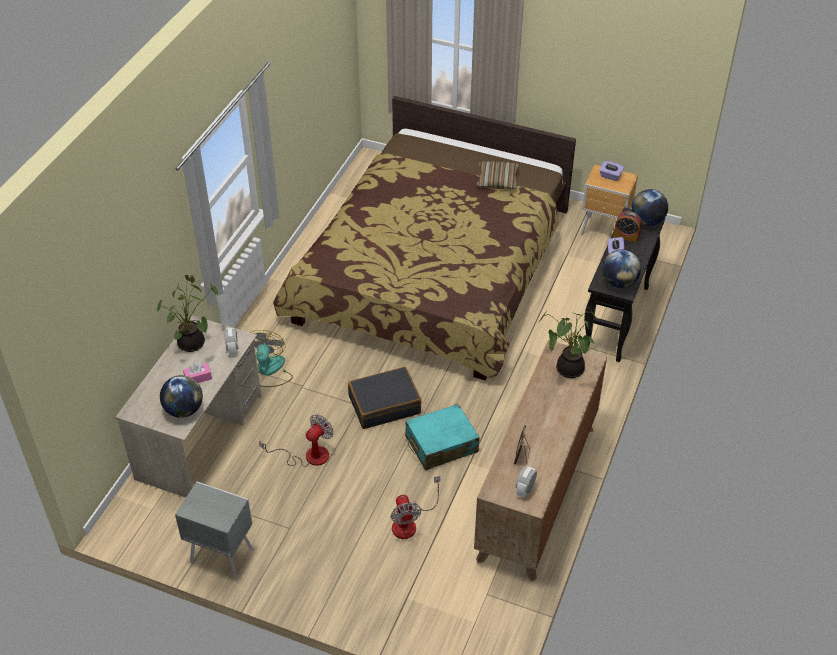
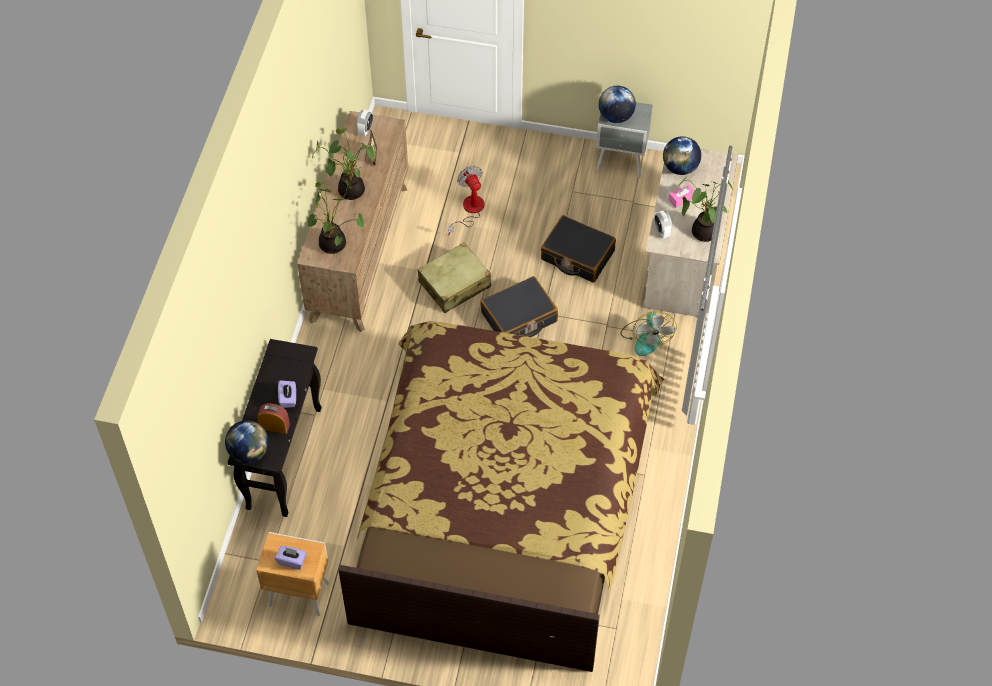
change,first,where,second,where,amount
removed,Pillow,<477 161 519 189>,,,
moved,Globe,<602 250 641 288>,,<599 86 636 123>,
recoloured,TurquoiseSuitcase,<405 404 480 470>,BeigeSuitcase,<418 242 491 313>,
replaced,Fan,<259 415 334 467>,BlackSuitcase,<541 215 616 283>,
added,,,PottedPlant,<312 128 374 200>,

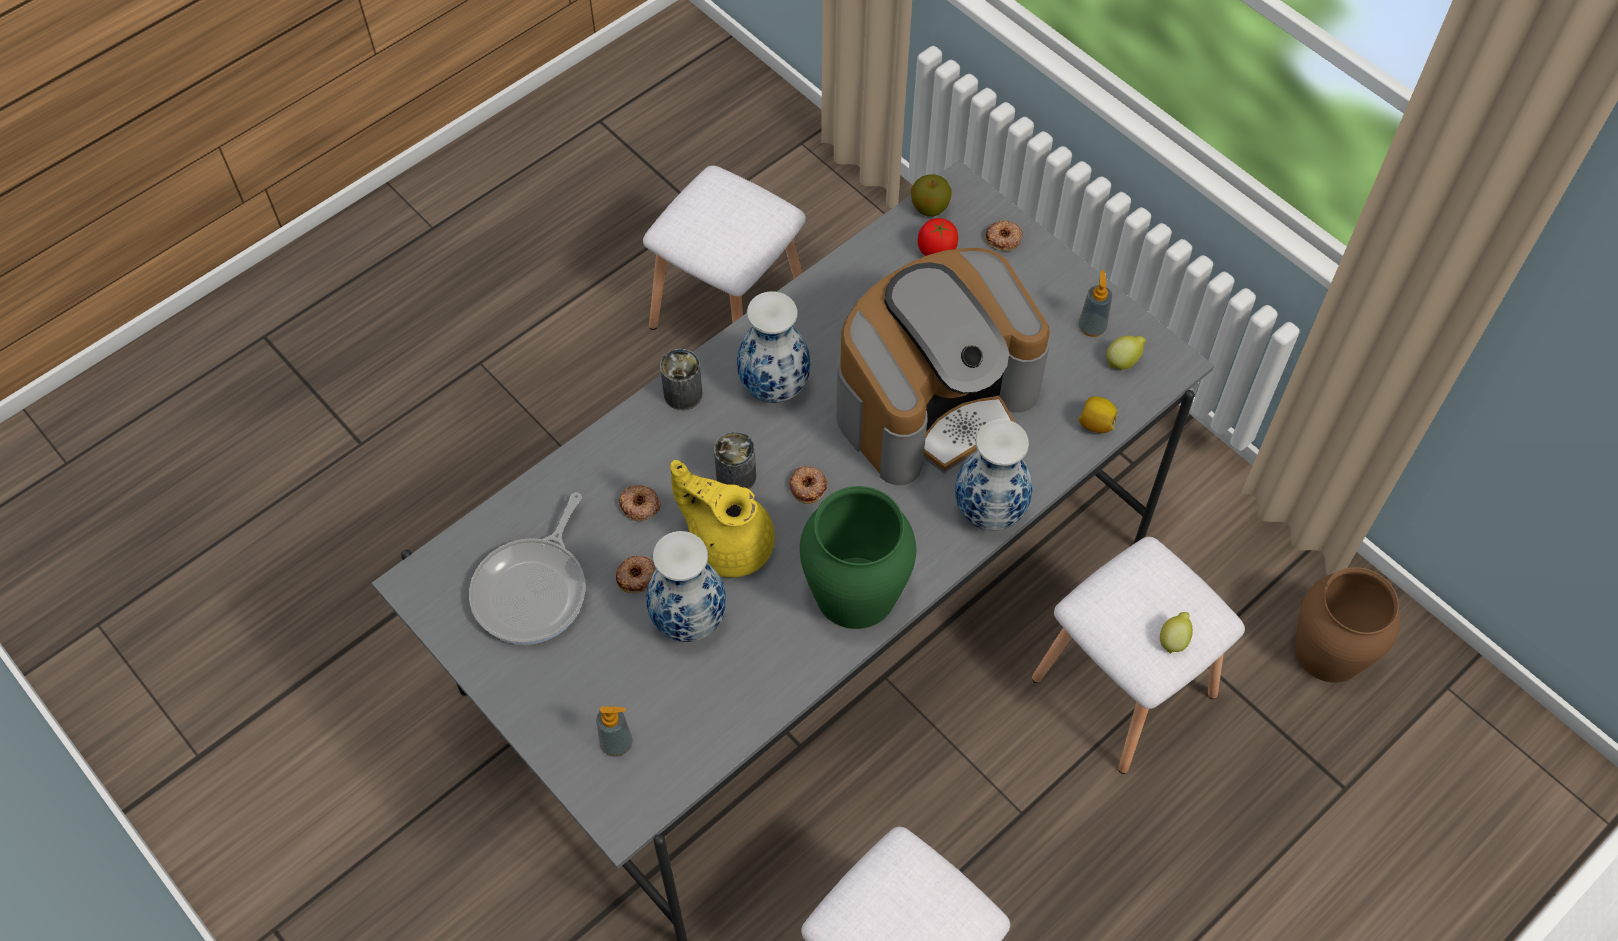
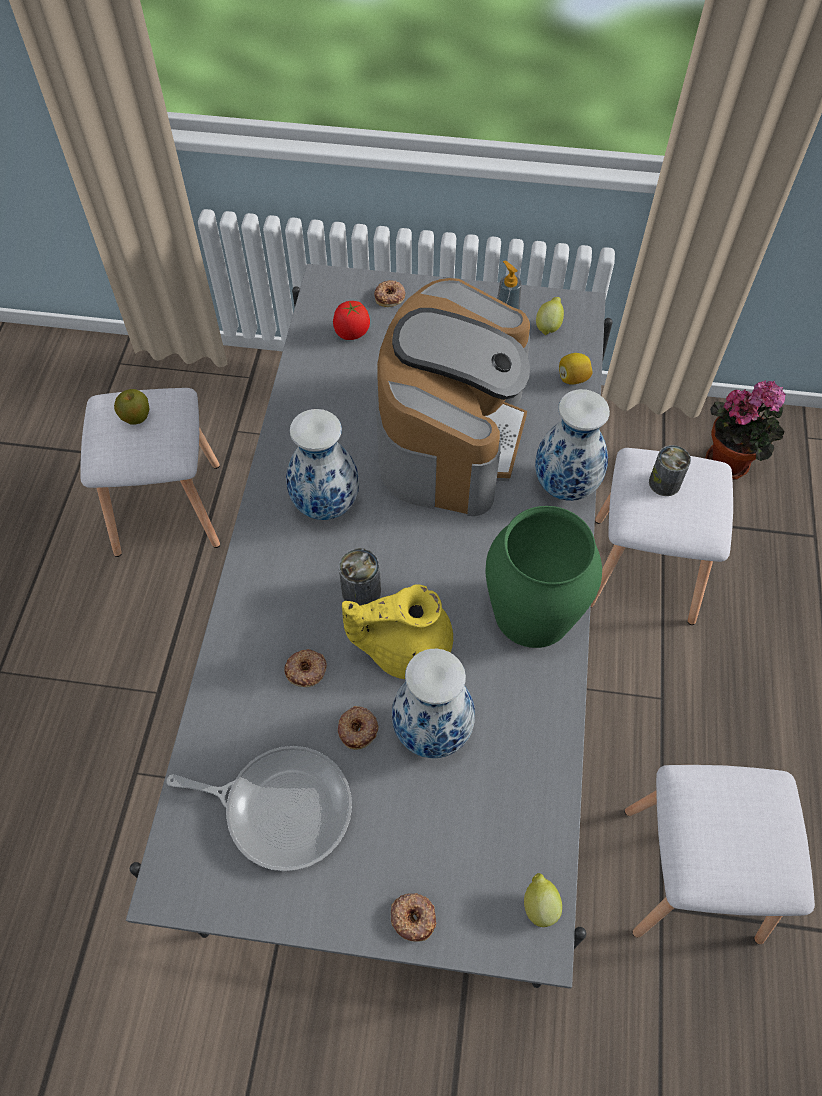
change,first,where,second,where,amount
moved,Apple,<911 174 952 217>,,<114 389 150 425>,
moved,Can,<660 349 703 410>,,<649 445 691 496>,
moved,Donut,<789 466 827 504>,,<391 893 436 941>,
turned,FryingPan,<469 492 586 645>,,<166 746 352 871>,60 degrees counterclockwise
replaced,BrownVase,<1295 567 1400 683>,PottedPlant,<705 380 786 479>,
moved,Lemon,<1160 612 1193 654>,,<524 873 562 927>,
removed,SoapDispenser,<596 706 633 757>,,,

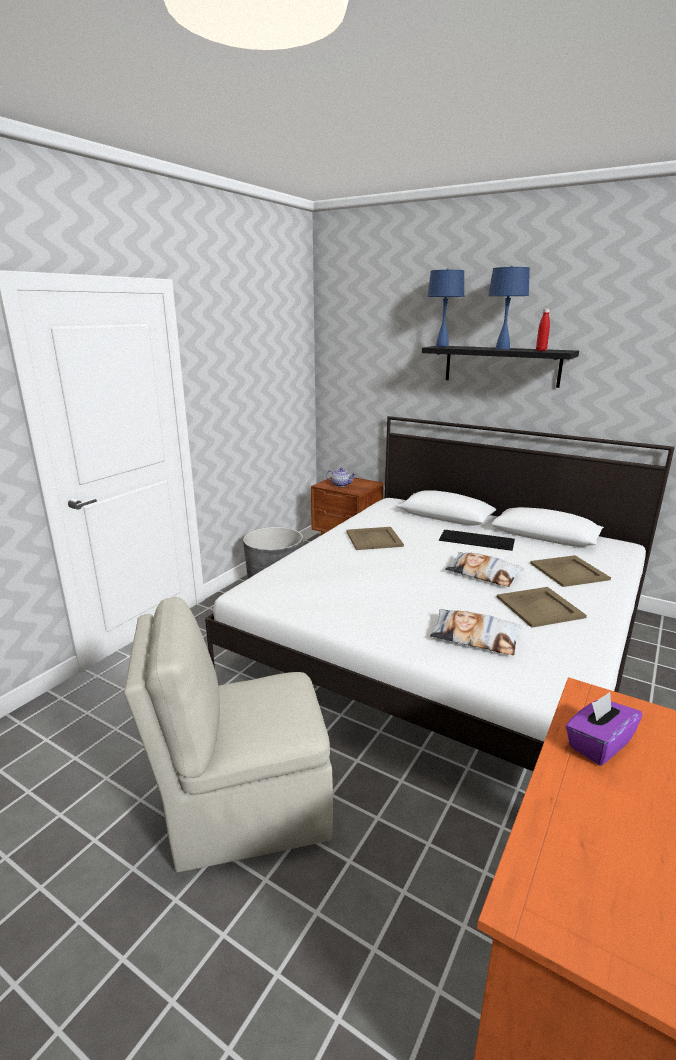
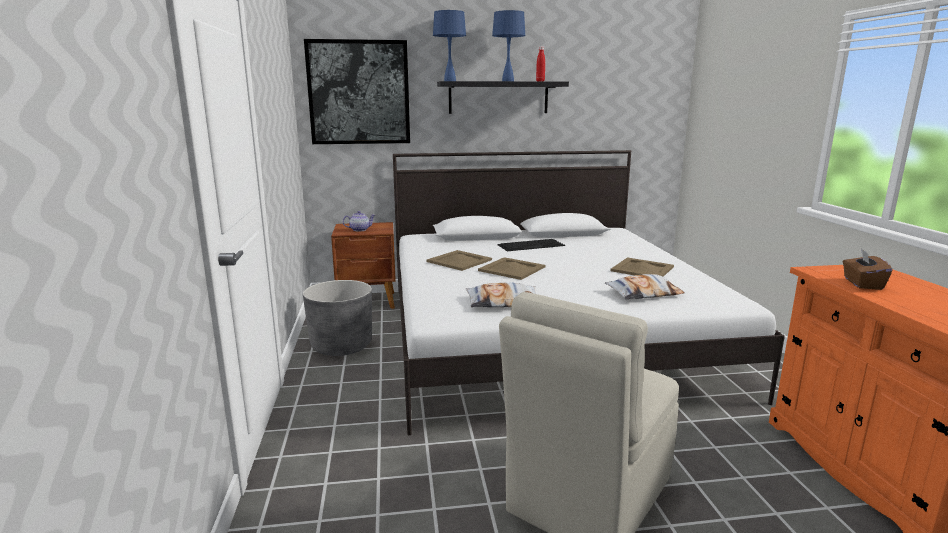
change,first,where,second,where,amount
moved,Pillow,<445 552 524 587>,,<465 282 536 307>,
moved,BeigeTray,<530 555 611 587>,,<478 257 546 280>,
recoloured,PurpleTissueBox,<565 692 642 766>,BrownTissueBox,<843 249 892 290>,
added,,,Picture,<304 39 410 144>,

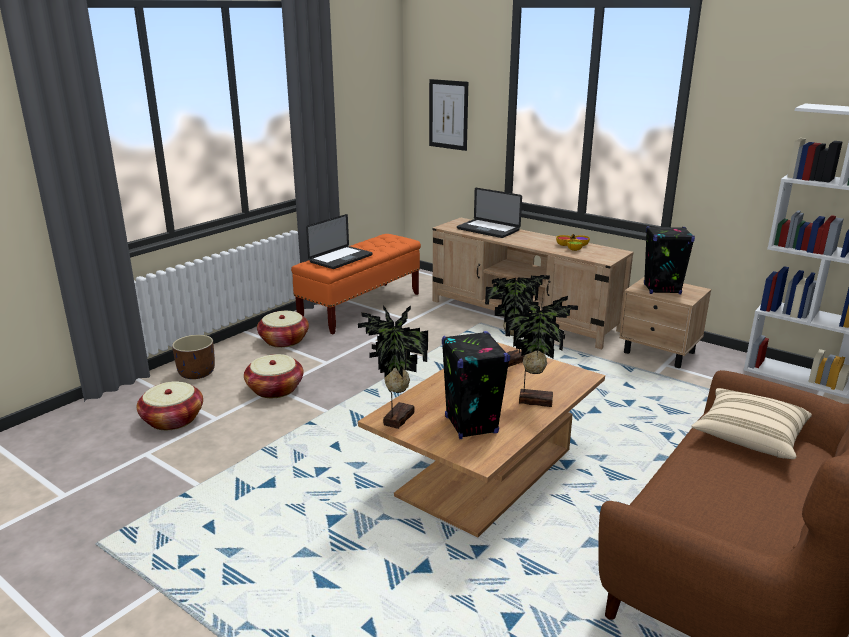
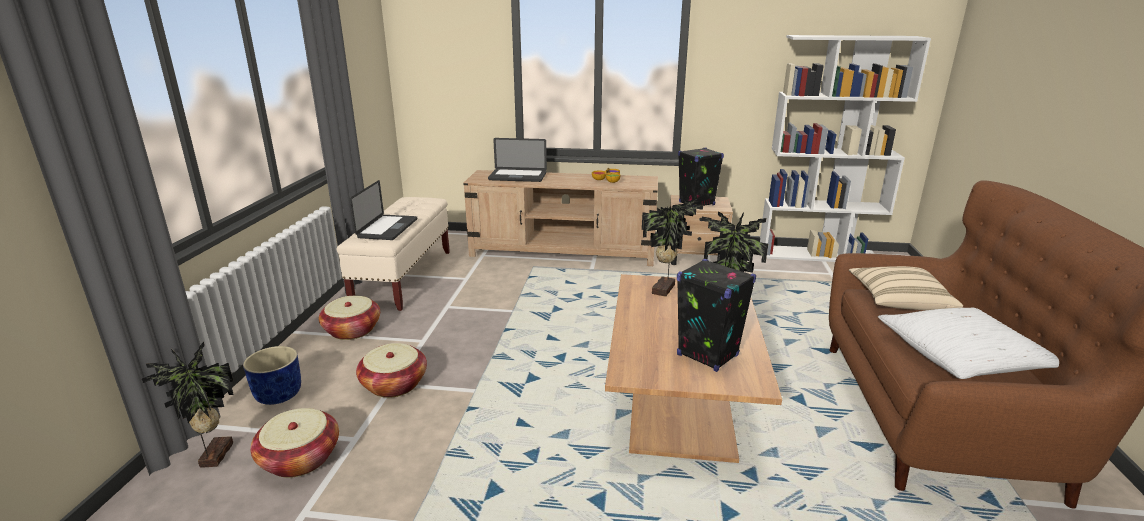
change,first,where,second,where,amount
removed,Picture,<429 79 468 151>,,,
recoloured,OrangeBench,<291 234 421 334>,BeigeBench,<337 197 450 311>,
moved,PottedPlant,<358 305 428 429>,,<142 342 234 468>,
recoloured,BrownPlanter,<172 335 215 379>,BluePlanter,<243 346 301 405>,
added,,,WhitePillow,<878 308 1059 379>,

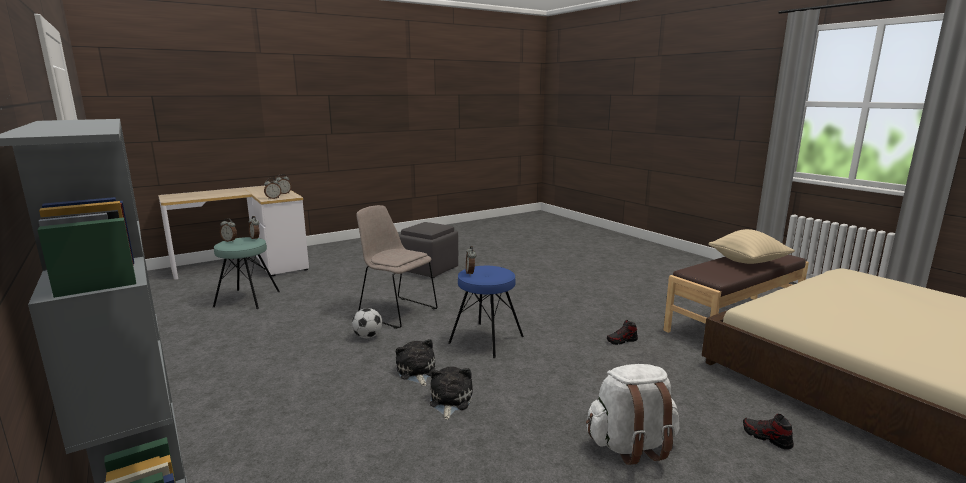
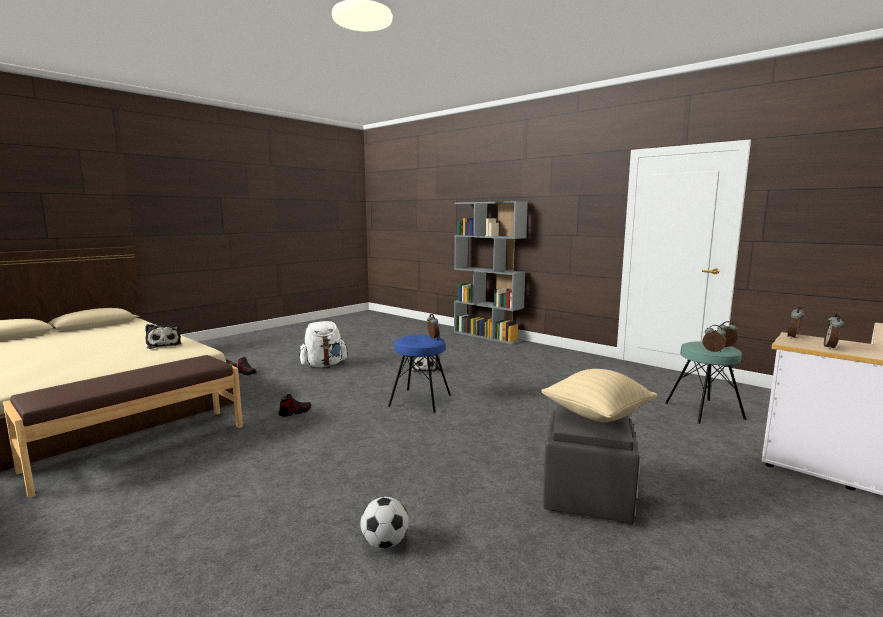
change,first,where,second,where,amount
removed,BeigeChair,<356 205 437 329>,,,
moved,BeigePillow,<708 229 795 264>,,<541 369 657 422>,
moved,Football,<352 308 382 338>,,<360 497 408 549>,
moved,PlushToy,<396 339 435 386>,,<145 324 181 349>,

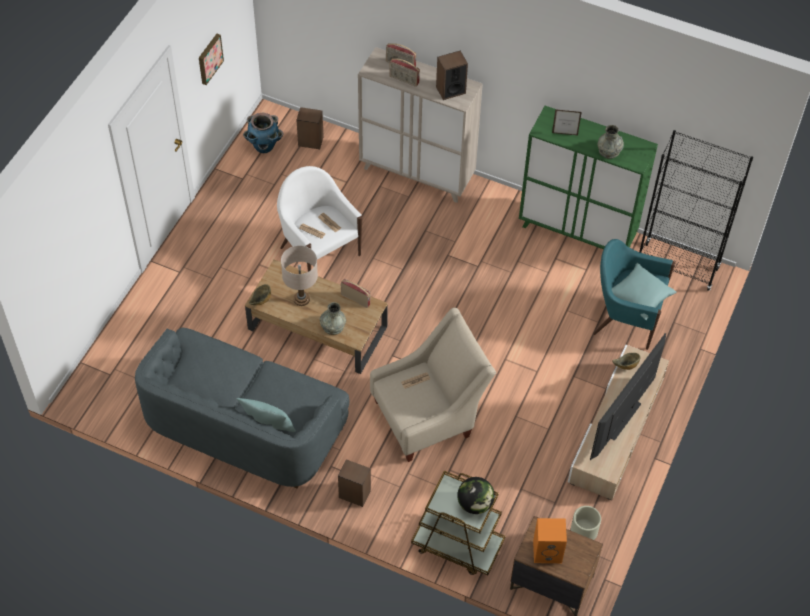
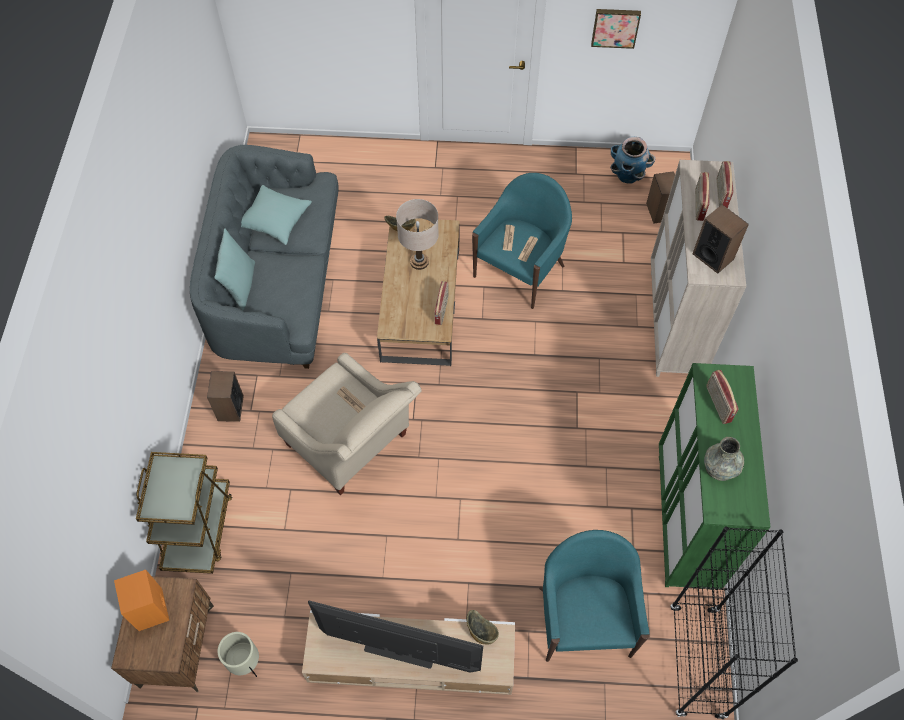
change,first,where,second,where,amount
replaced,PictureFrame,<552 109 582 136>,Radio,<706 370 738 424>,
recoloured,WhiteArmchair,<277 166 362 272>,TurquoiseArmchair,<472 173 572 309>,
moved,TurquoisePillow,<612 263 677 320>,,<241 185 312 245>,
removed,GreyVase,<320 302 346 335>,,,
removed,Globe,<457 477 495 514>,,,

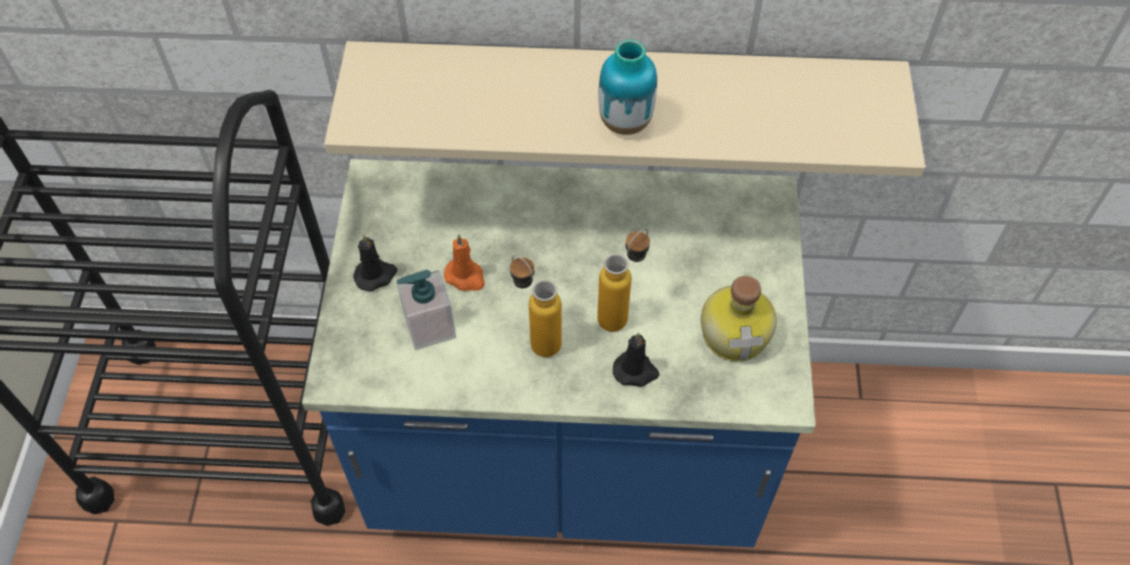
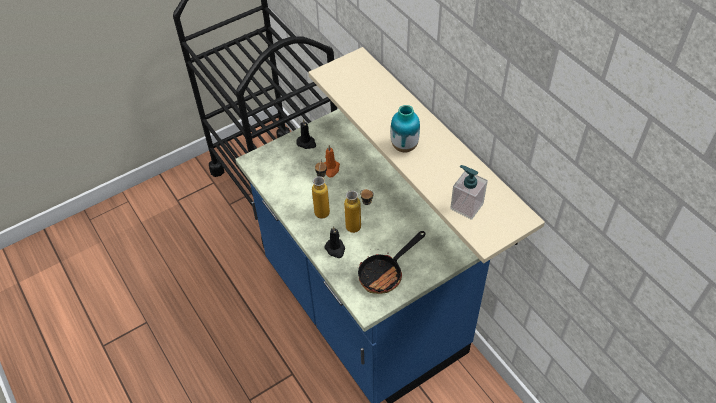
change,first,where,second,where,amount
moved,SoapDispenser,<396 270 456 350>,,<450 165 488 220>,
replaced,Bottle,<701 276 777 362>,FryingPan,<358 231 426 294>,

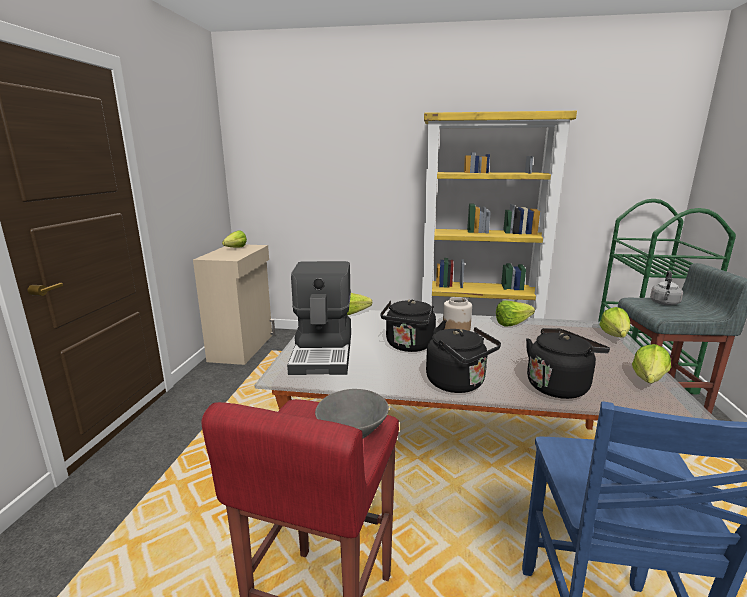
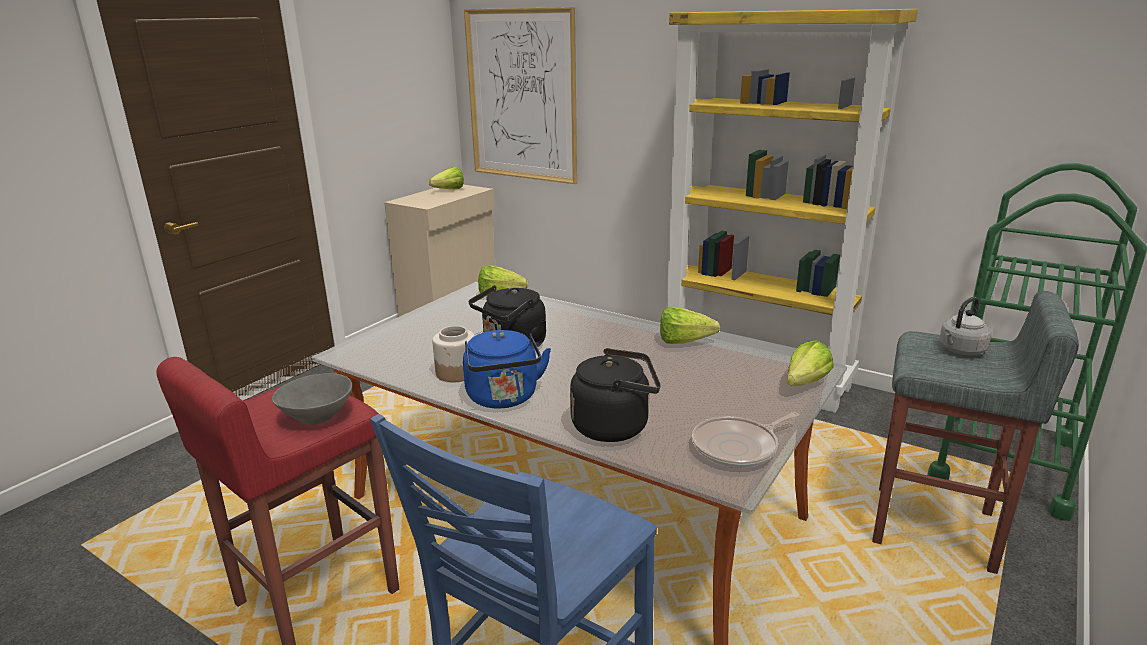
change,first,where,second,where,amount
removed,CoffeeMachine,<287 261 351 375>,,,
moved,Jar,<443 297 472 331>,,<432 326 475 382>,
recoloured,BlackKettle,<426 327 501 393>,BlueKettle,<463 330 551 409>,
replaced,Lettuce,<632 344 671 384>,FryingPan,<692 412 799 468>,
added,,,Picture,<464 7 577 184>,

